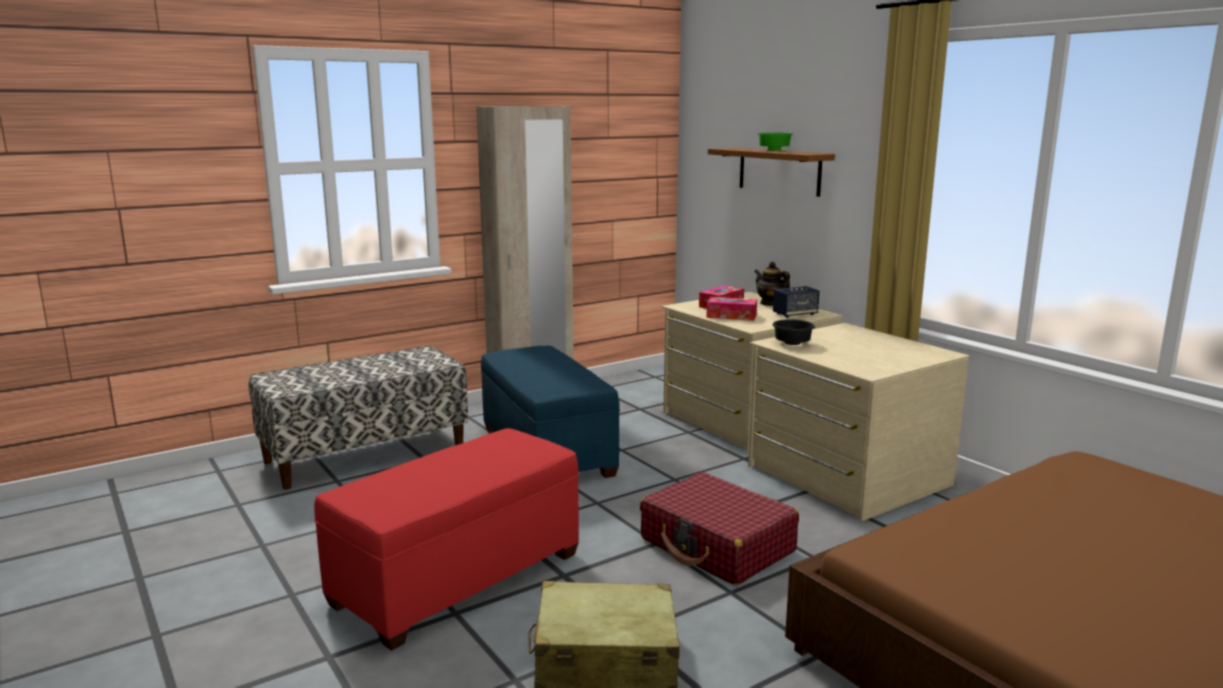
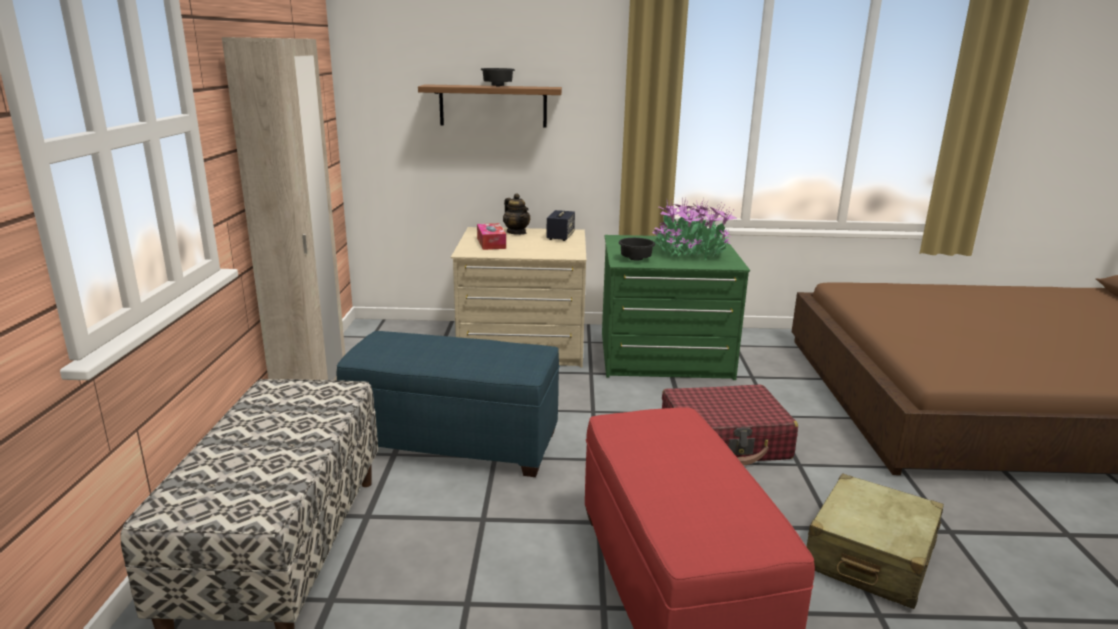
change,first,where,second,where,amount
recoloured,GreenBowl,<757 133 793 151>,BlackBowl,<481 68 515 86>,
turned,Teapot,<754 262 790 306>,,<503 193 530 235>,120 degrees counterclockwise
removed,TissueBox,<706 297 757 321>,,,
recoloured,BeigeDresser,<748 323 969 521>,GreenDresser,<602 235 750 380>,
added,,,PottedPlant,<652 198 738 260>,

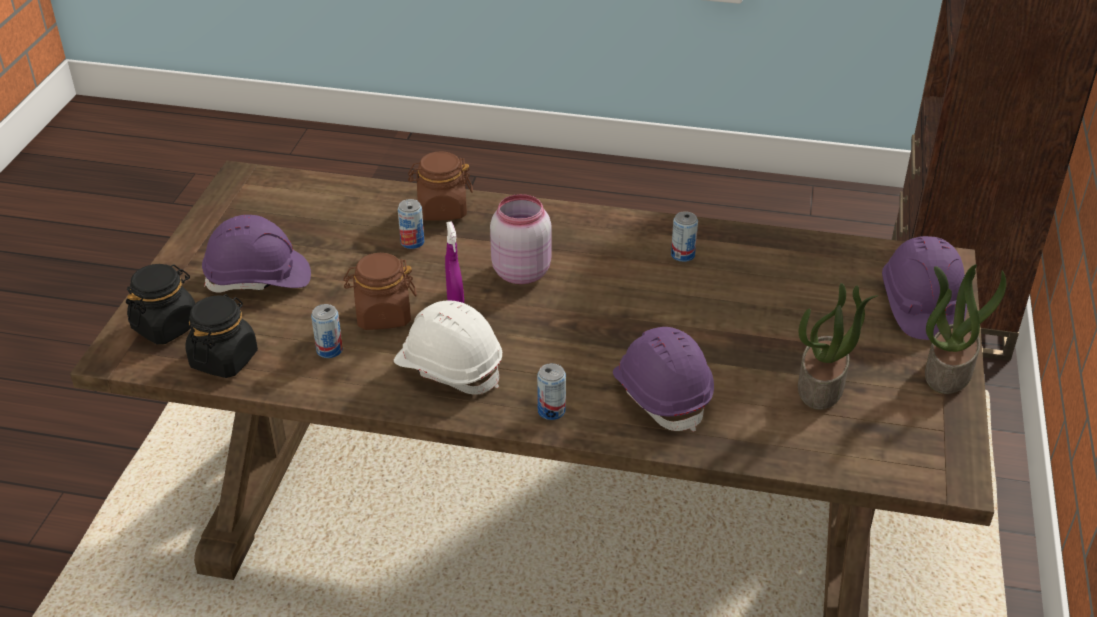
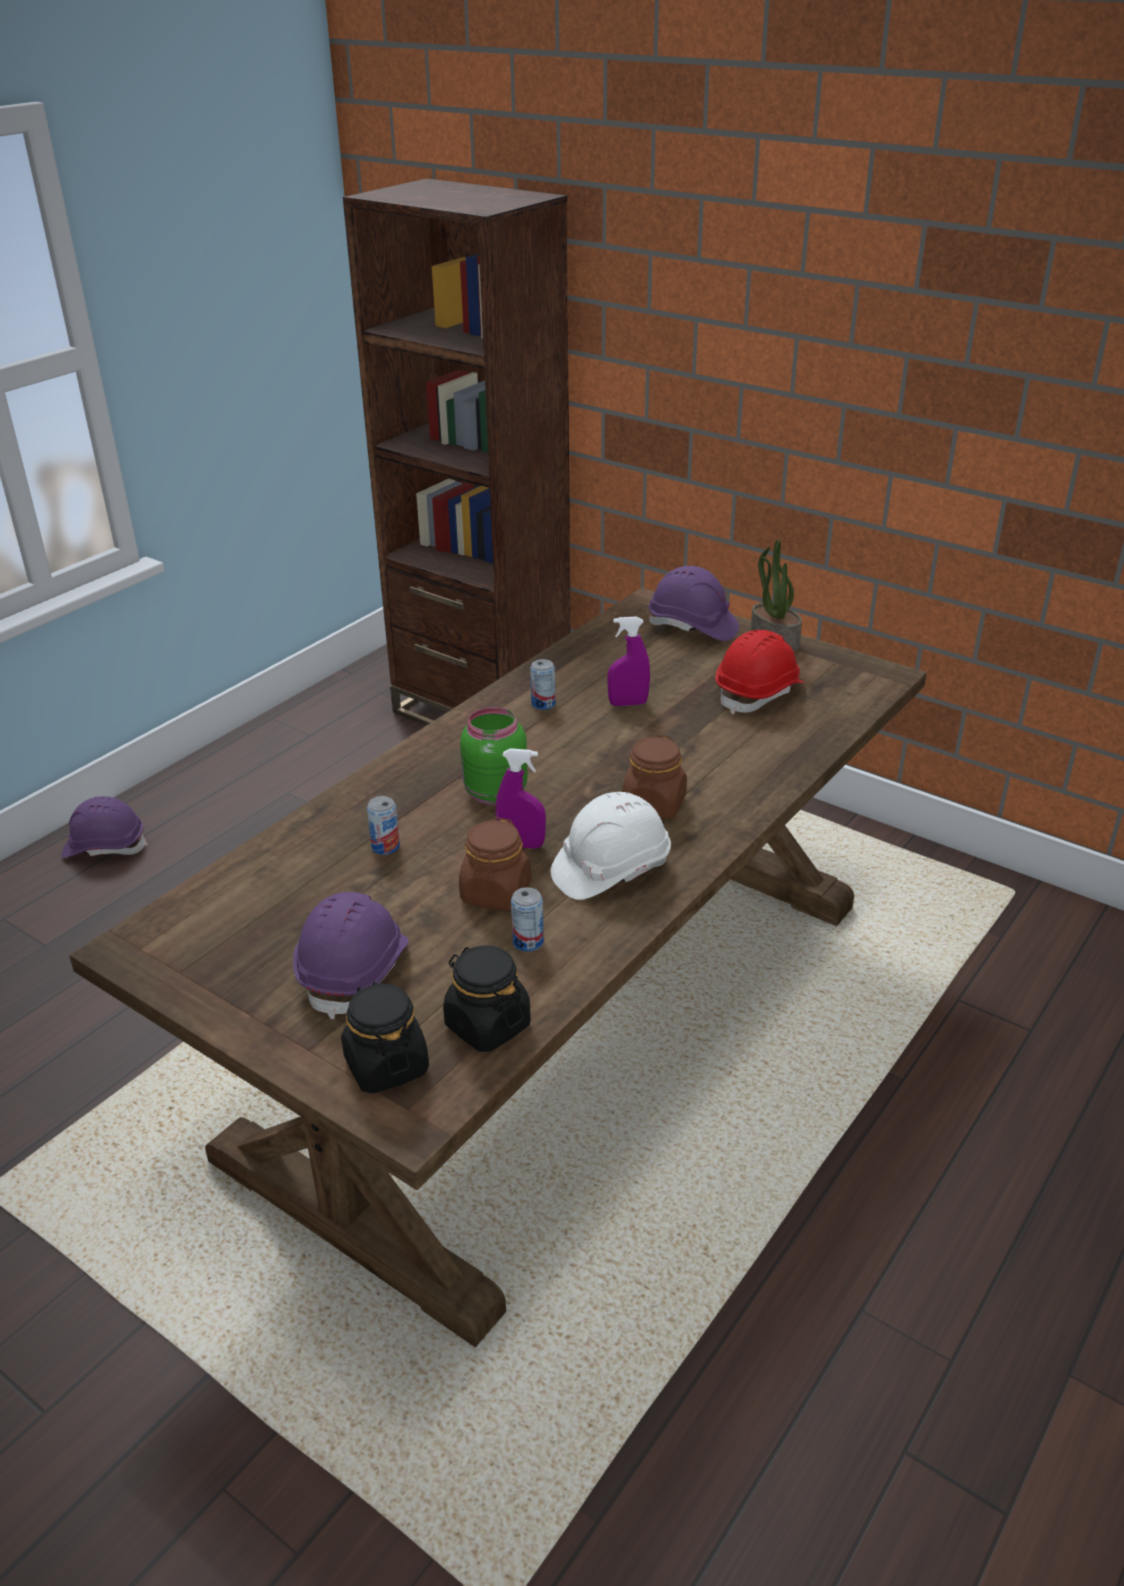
change,first,where,second,where,amount
moved,BrownJar,<408 151 473 221>,,<622 735 687 819>,
recoloured,PinkJar,<490 194 552 284>,GreenJar,<460 707 528 805>,
replaced,PottedPlant,<798 283 879 410>,RedHardHat,<716 630 805 715>,
moved,PurpleHardHat,<613 327 714 432>,,<62 796 148 858>,
removed,Can,<537 363 566 420>,,,
added,,,PurpleSprayBottle,<607 617 650 706>,

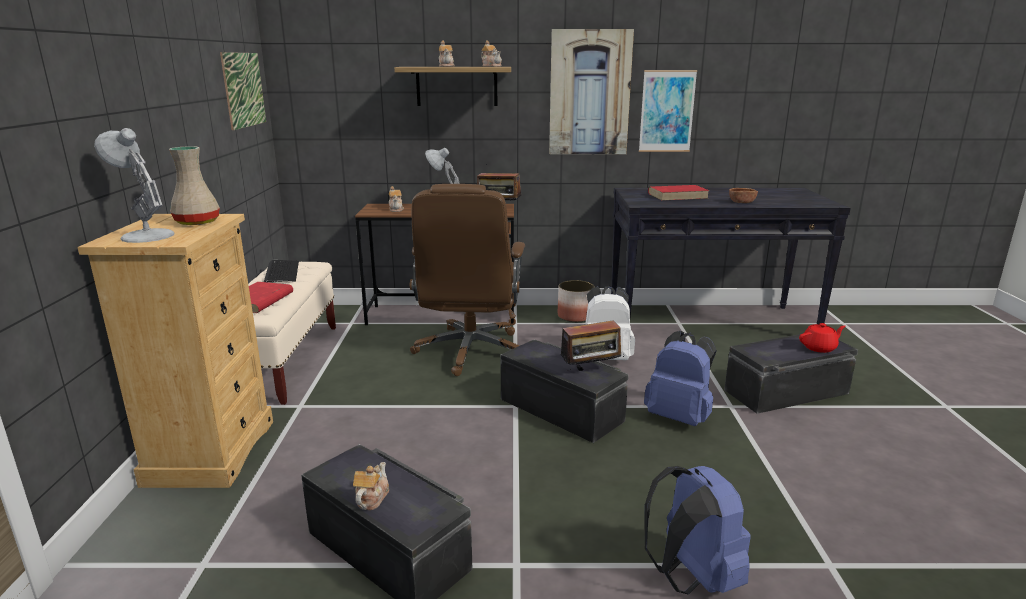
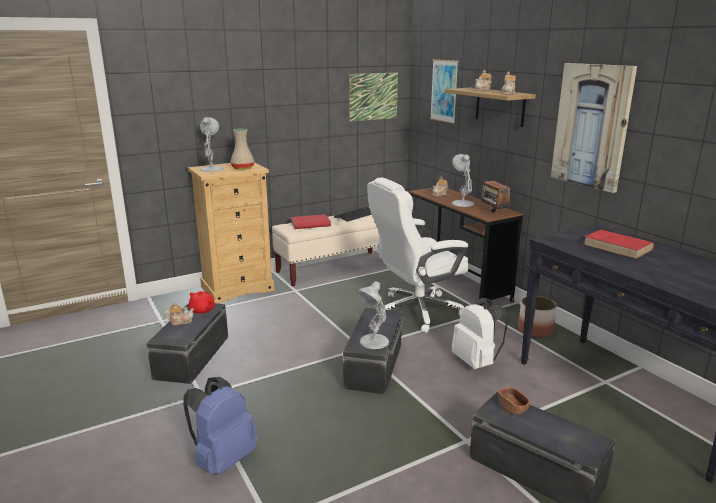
change,first,where,second,where,amount
moved,Picture,<639 70 697 152>,,<430 59 459 124>,
recoloured,BrownOfficeChair,<410 184 525 376>,WhiteOfficeChair,<367 177 469 333>,
moved,BrownBowl,<729 188 758 203>,,<498 387 530 414>,
replaced,Radio,<561 320 624 371>,WhiteTableLamp,<357 281 389 349>,
moved,RedTeapot,<799 323 846 353>,,<188 291 215 314>,
removed,BlueBackpack,<644 331 716 426>,,,

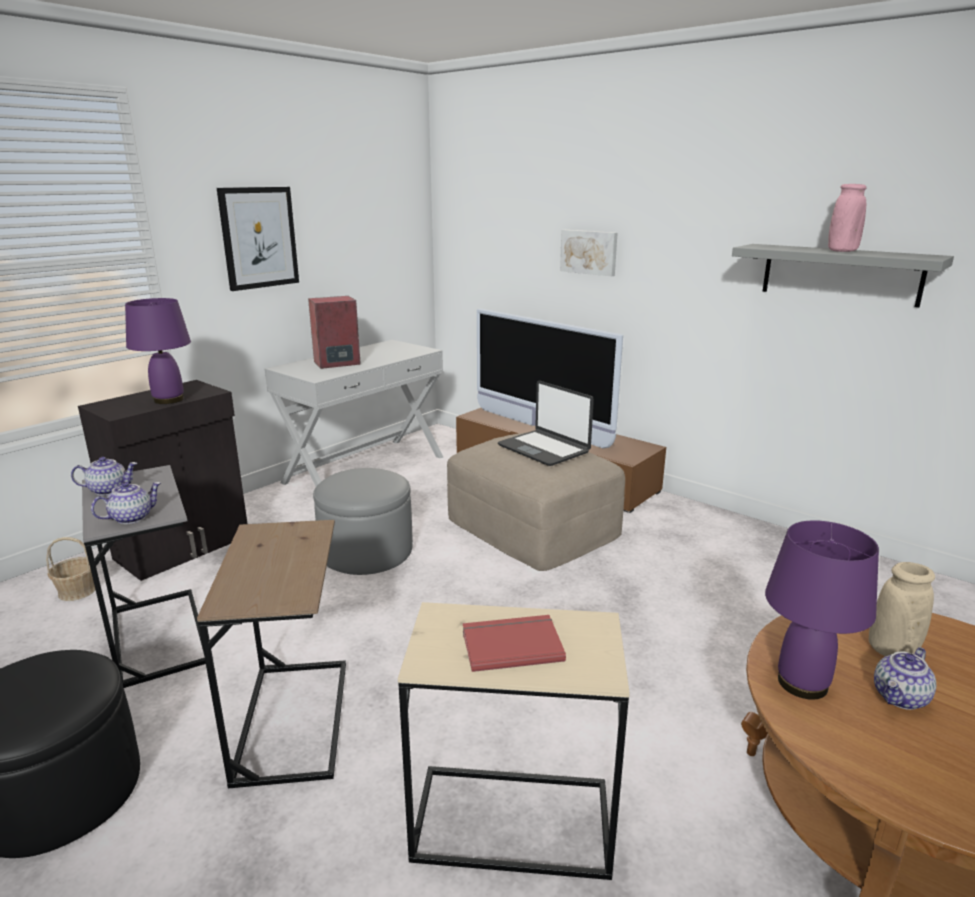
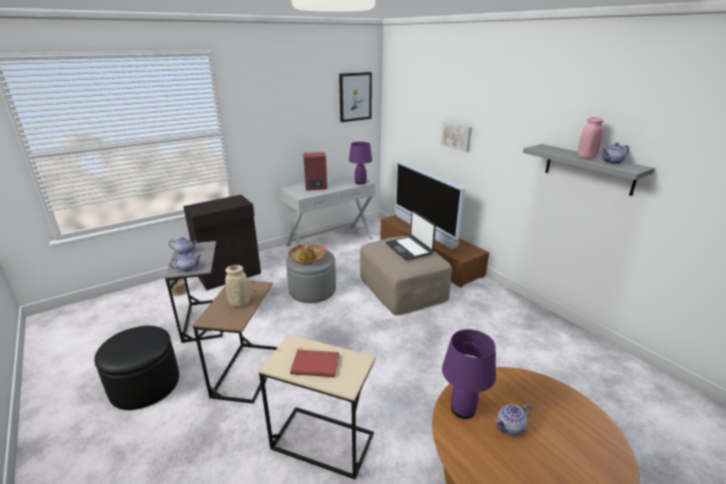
change,first,where,second,where,amount
moved,Picture,<217 187 299 291>,,<339 72 372 122>,
moved,PurpleTableLamp,<125 298 191 404>,,<349 142 372 185>,
moved,BeigeVase,<869 562 935 656>,,<225 265 250 307>,
added,,,Teapot,<603 142 629 164>,
added,,,Hat,<288 244 326 264>,

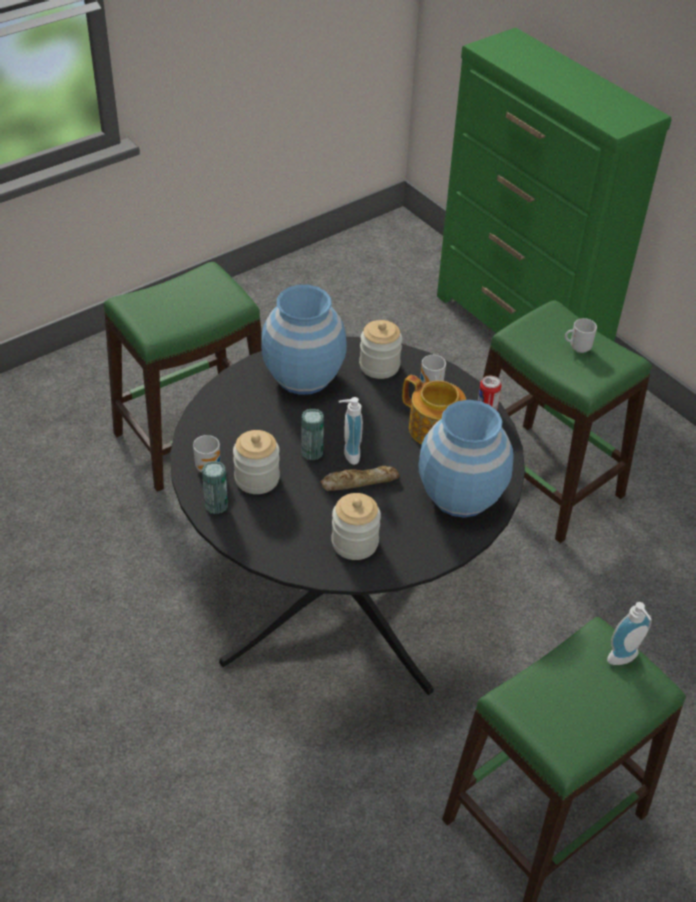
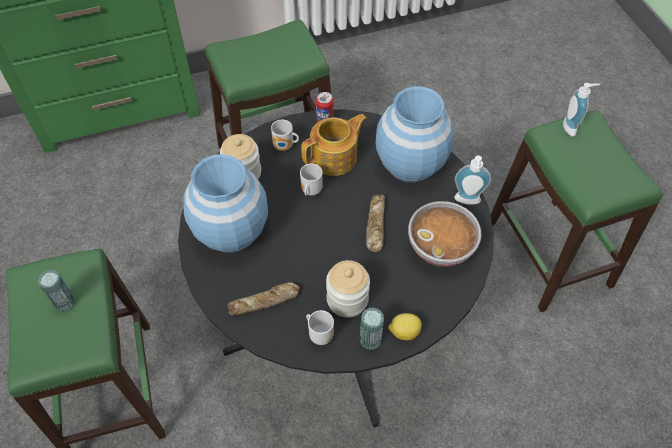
change,first,where,second,where,amount
moved,Mug,<565 318 597 353>,,<300 164 322 196>,
moved,SoapDispenser,<339 397 363 465>,,<454 155 491 205>,
moved,Can,<301 409 324 460>,,<38 270 75 311>,
replaced,Jar,<331 493 381 560>,Bowl,<408 201 482 267>,
added,,,Bread,<227 282 300 315>,
added,,,Lemon,<388 313 422 340>,

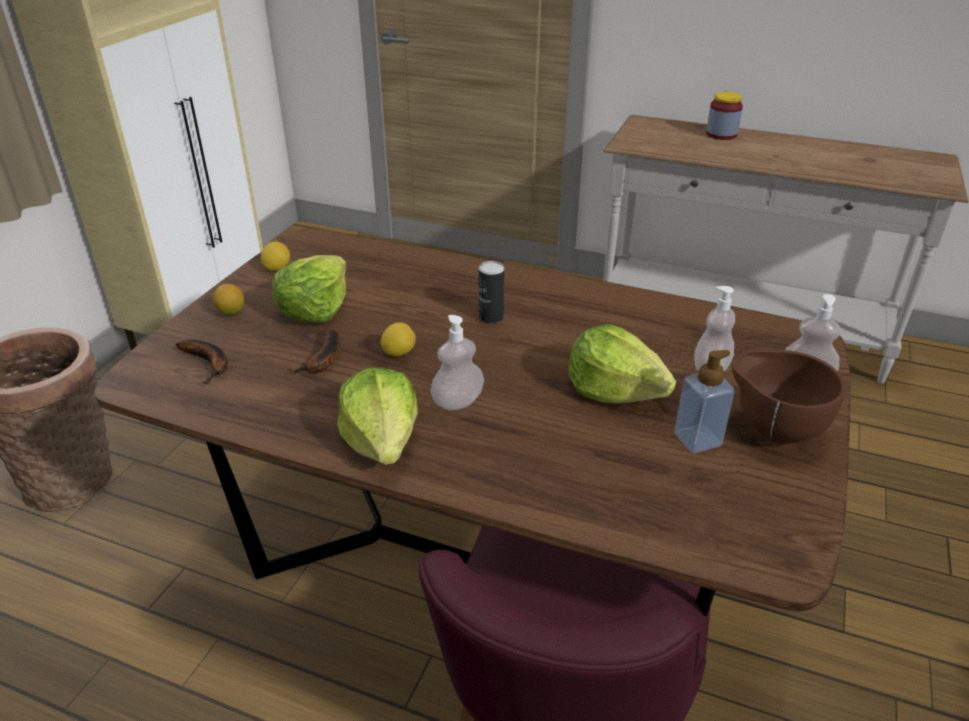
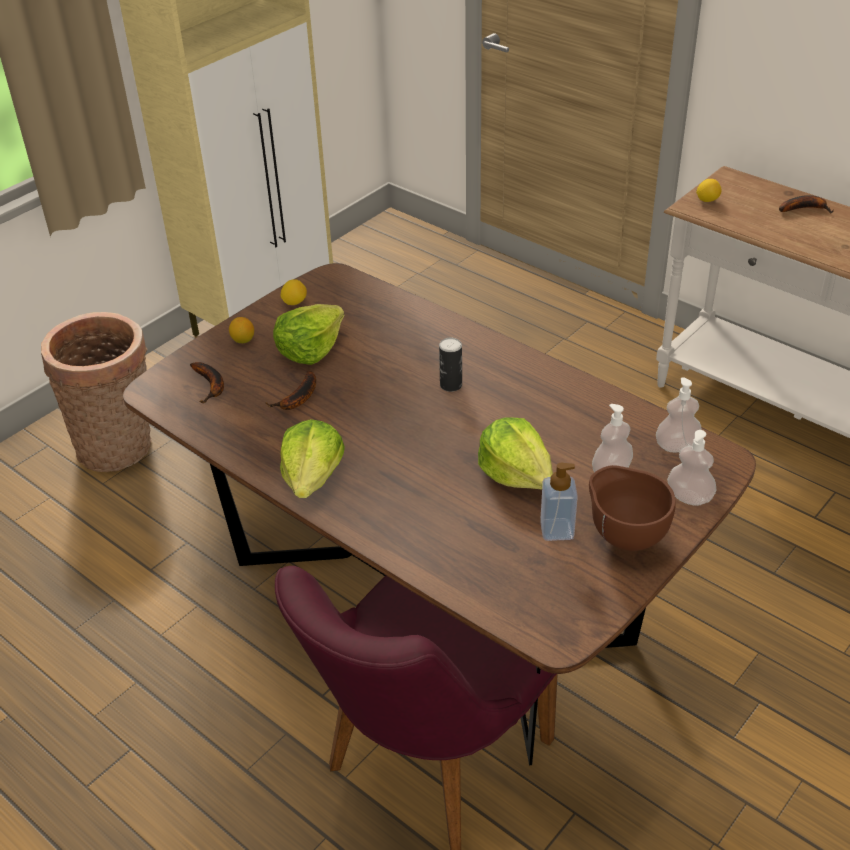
change,first,where,second,where,amount
replaced,Jar,<706 92 743 140>,Banana,<779 195 834 214>,
moved,SoapDispenser,<431 315 484 410>,,<656 377 702 452>,
moved,Lemon,<381 322 416 356>,,<696 179 722 202>,

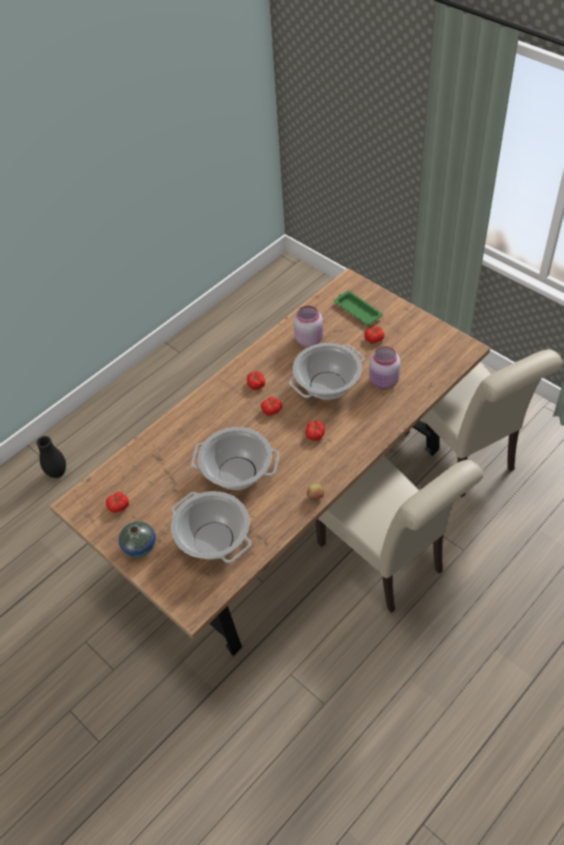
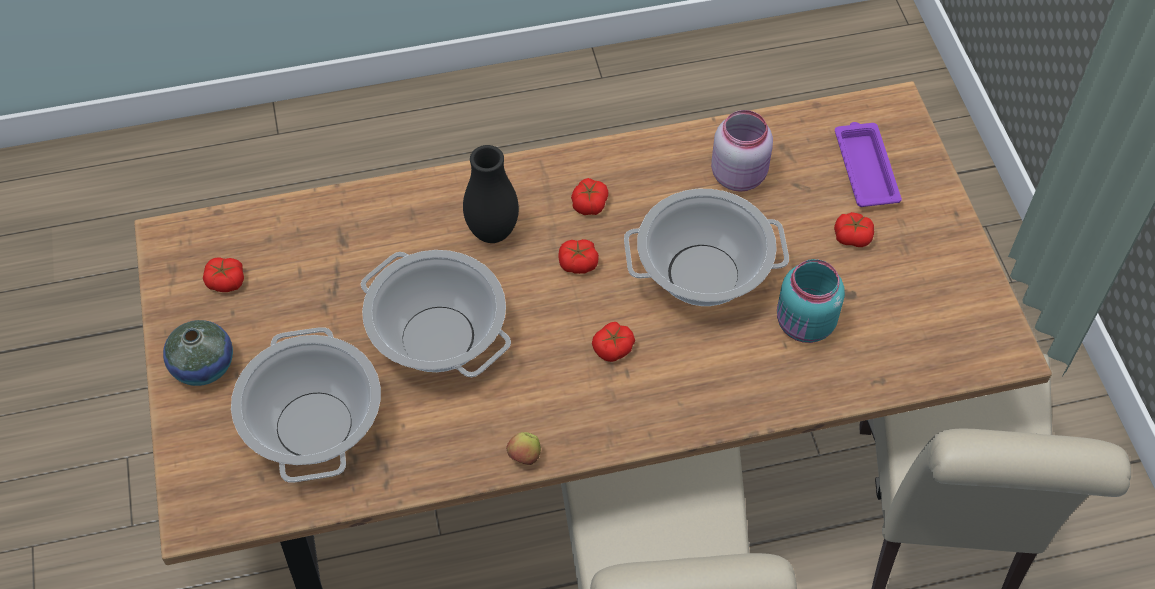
change,first,where,second,where,amount
recoloured,GreenTray,<334 291 383 325>,PurpleTray,<835 122 902 207>,
recoloured,PinkJar,<369 346 401 389>,TurquoiseJar,<777 259 845 343>,
moved,BlackVase,<36 436 66 478>,,<463 145 519 243>,

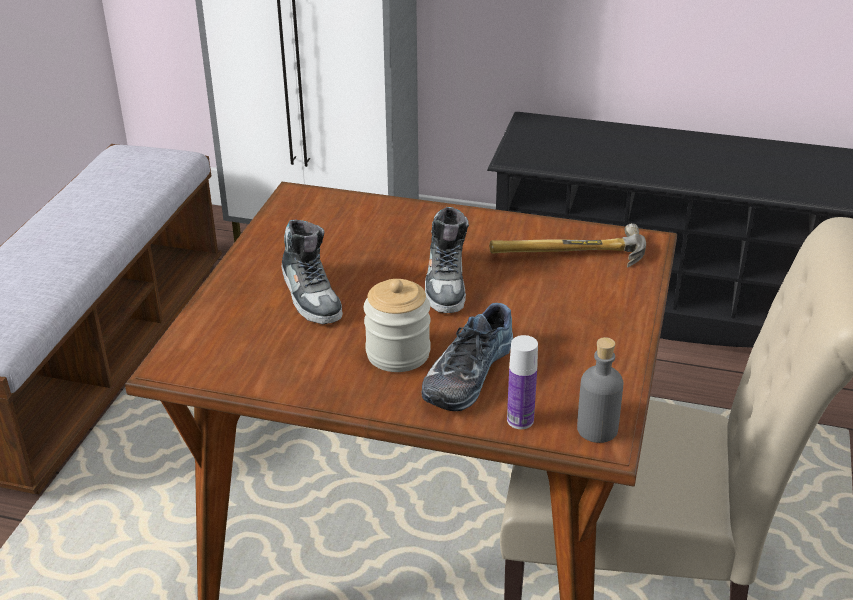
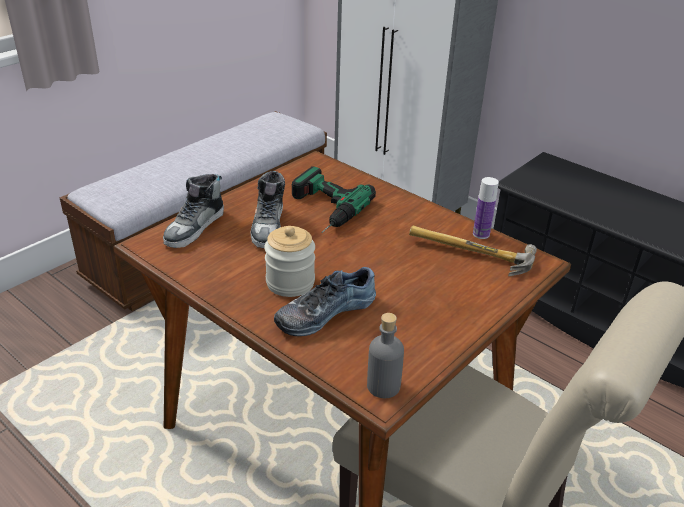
change,first,where,second,where,amount
moved,Shoe,<425 207 469 313>,,<163 174 224 248>,
moved,Bottle,<507 335 538 429>,,<473 177 499 239>,
added,,,PowerDrill,<292 166 376 233>,

